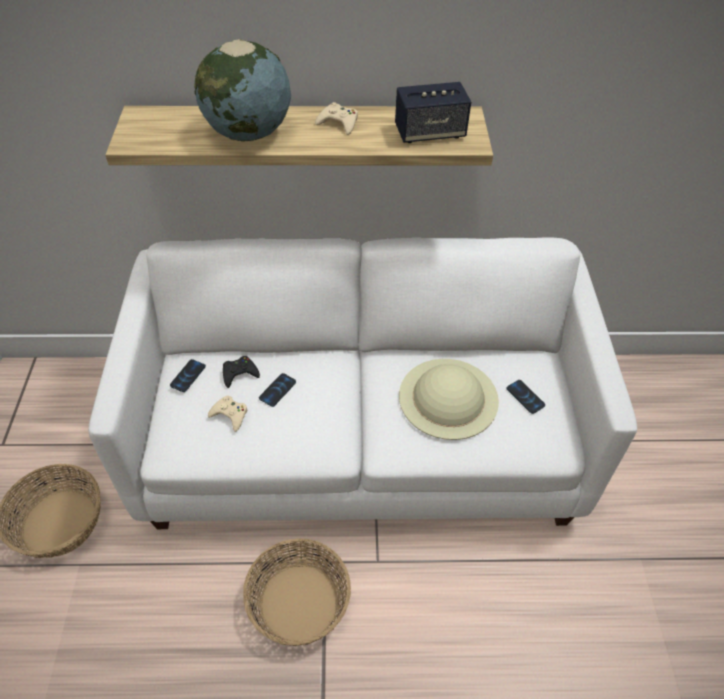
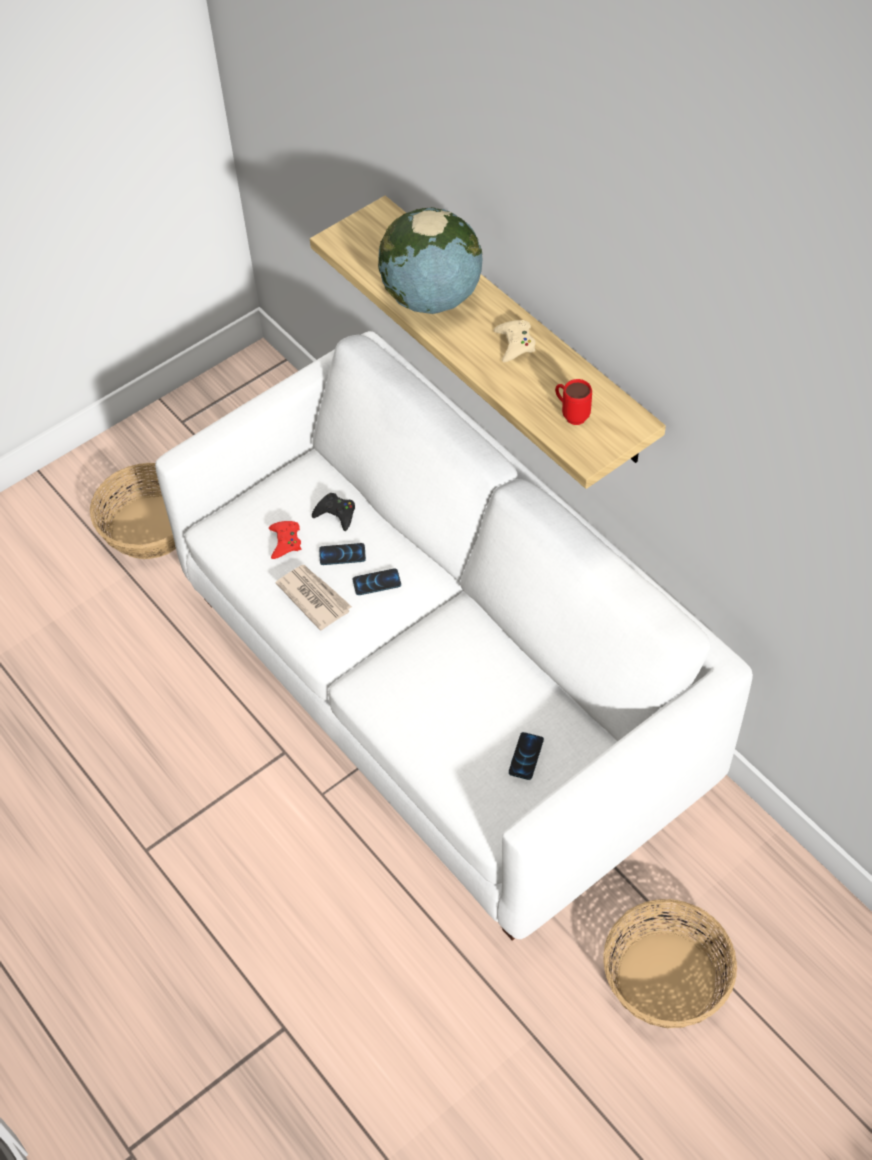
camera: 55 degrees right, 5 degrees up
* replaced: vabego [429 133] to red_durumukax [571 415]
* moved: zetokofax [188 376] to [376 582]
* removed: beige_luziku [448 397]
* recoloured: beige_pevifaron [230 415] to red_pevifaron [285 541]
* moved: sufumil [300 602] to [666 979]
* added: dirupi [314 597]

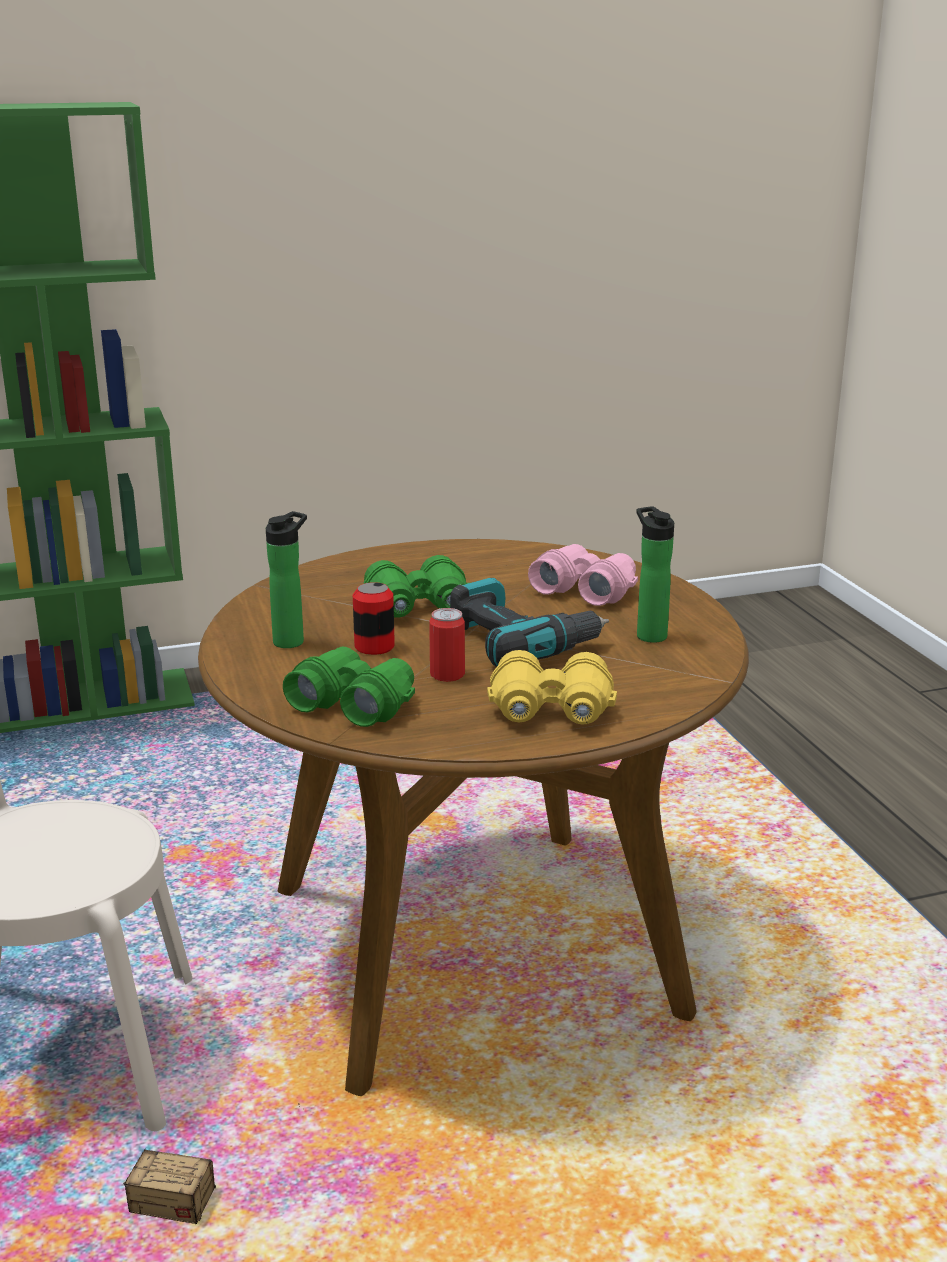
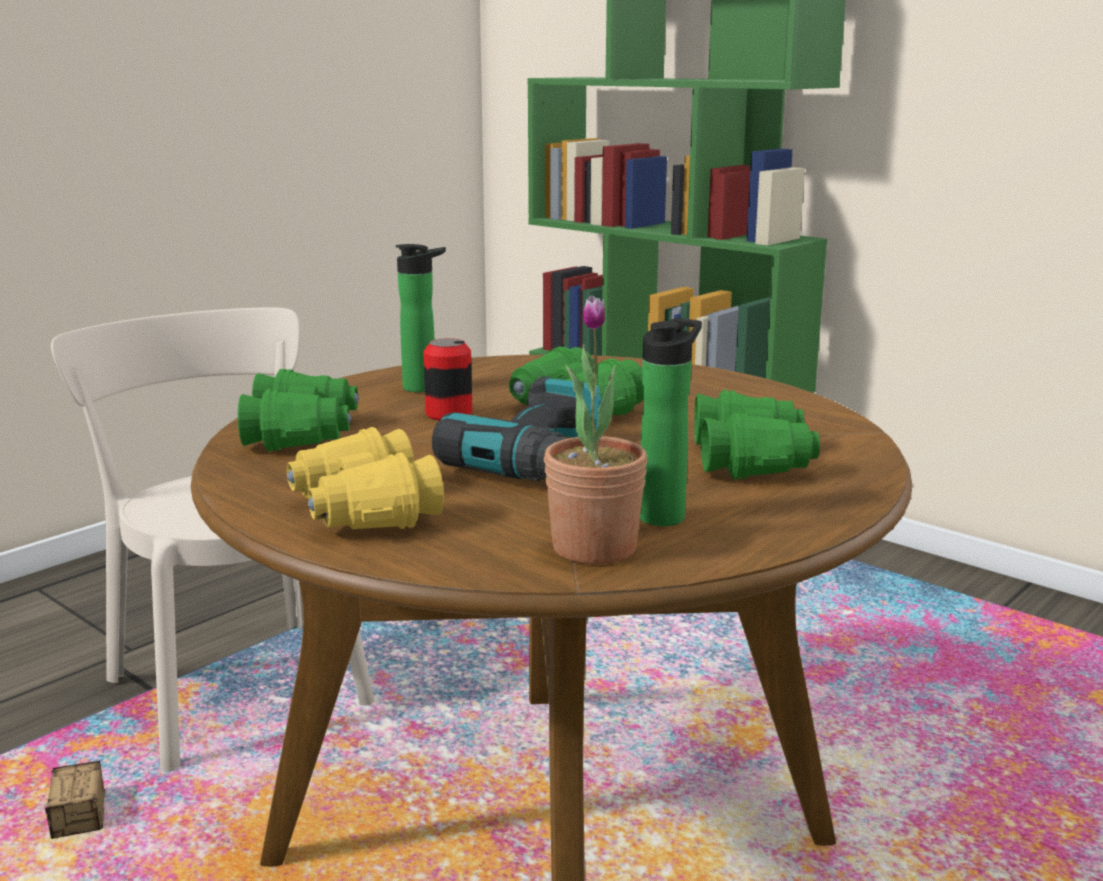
camera: 60 degrees right, 5 degrees down
* recoloured: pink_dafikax [585 590] to green_dafikax [752 460]
* removed: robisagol [447 674]
* added: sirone [594 548]

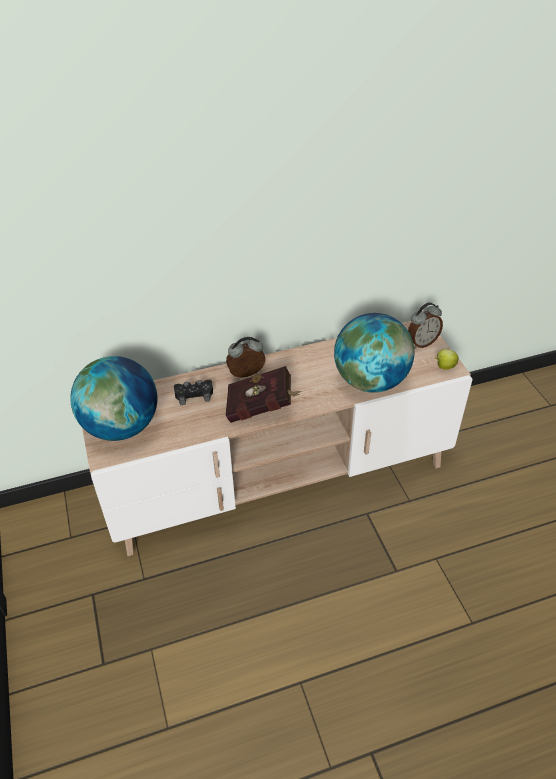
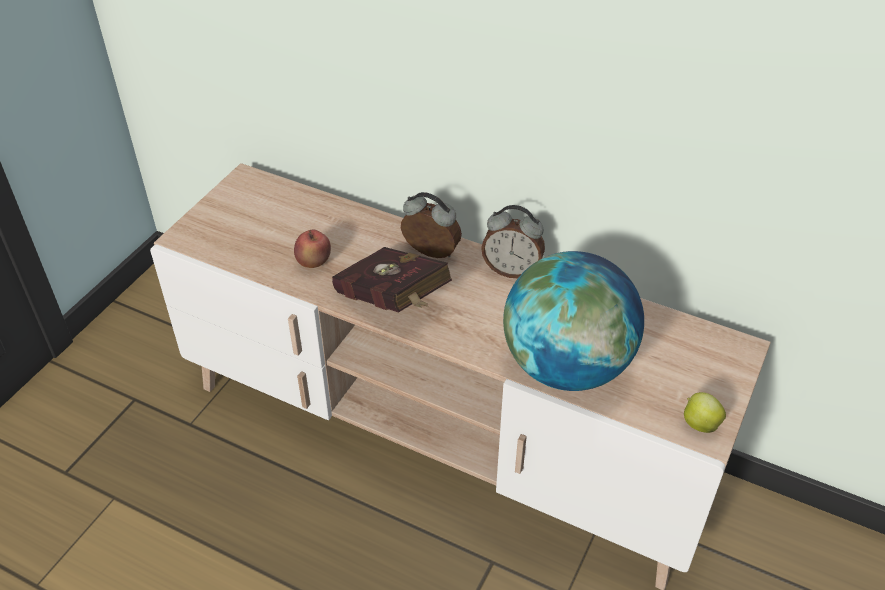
camera: 45 degrees right, 0 degrees up
* moved: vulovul [421 343] to [512 270]
* removed: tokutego [122 427]
* removed: black_pevifaron [194 394]
* added: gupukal [314 263]

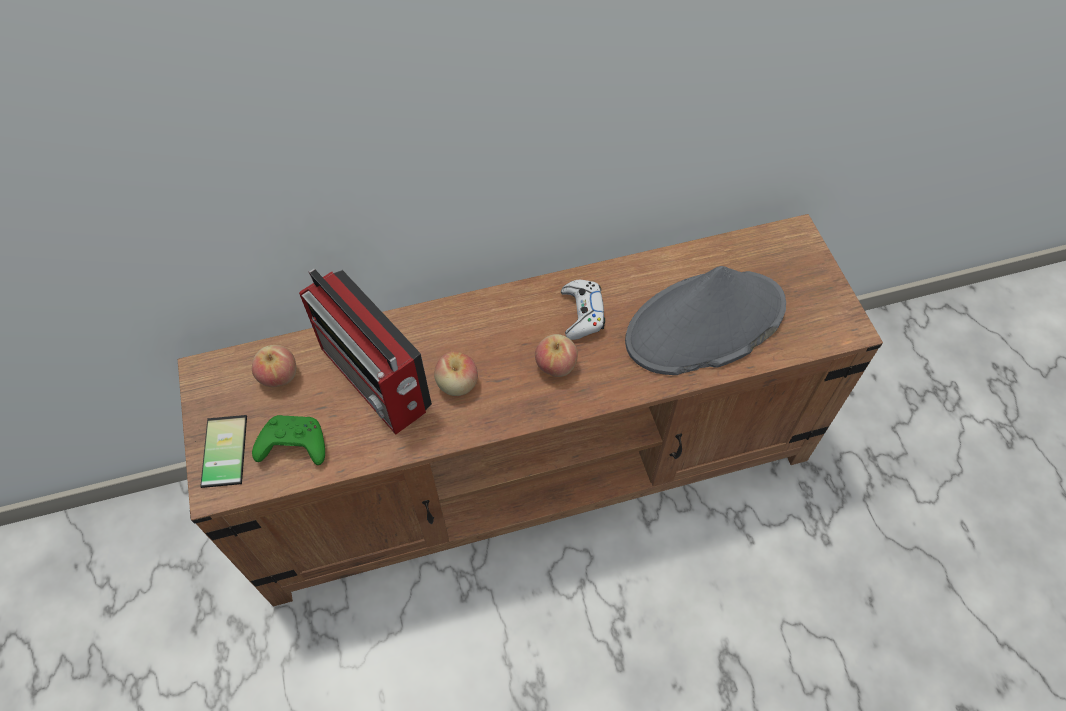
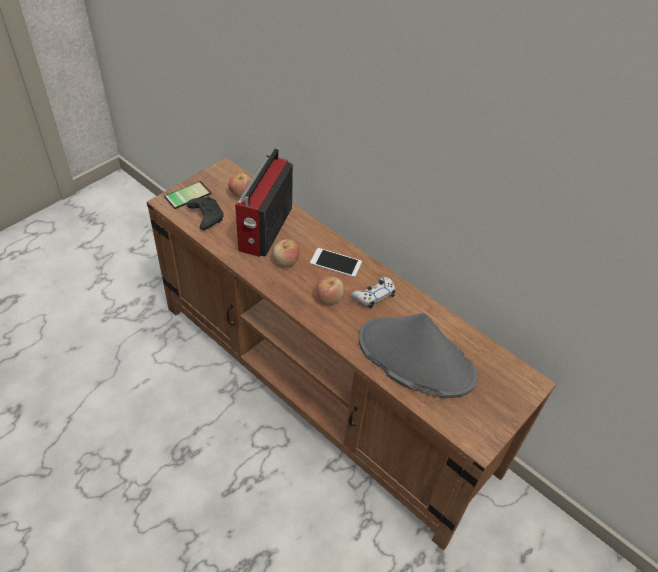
camera: 55 degrees right, 10 degrees down
* recoloured: green_pevifaron [292 446] to black_pevifaron [206 216]
* added: zetokofax [336 263]

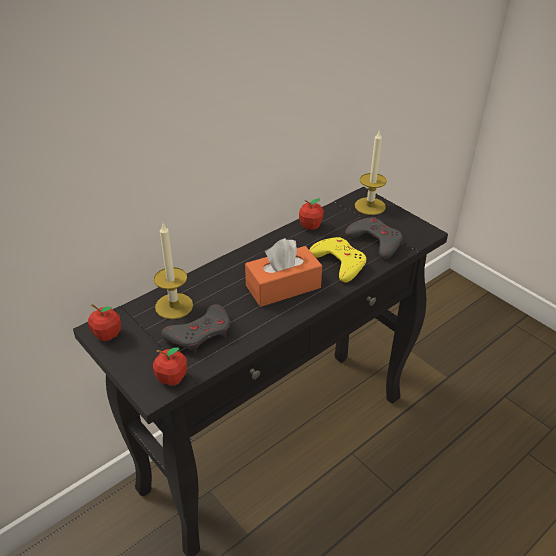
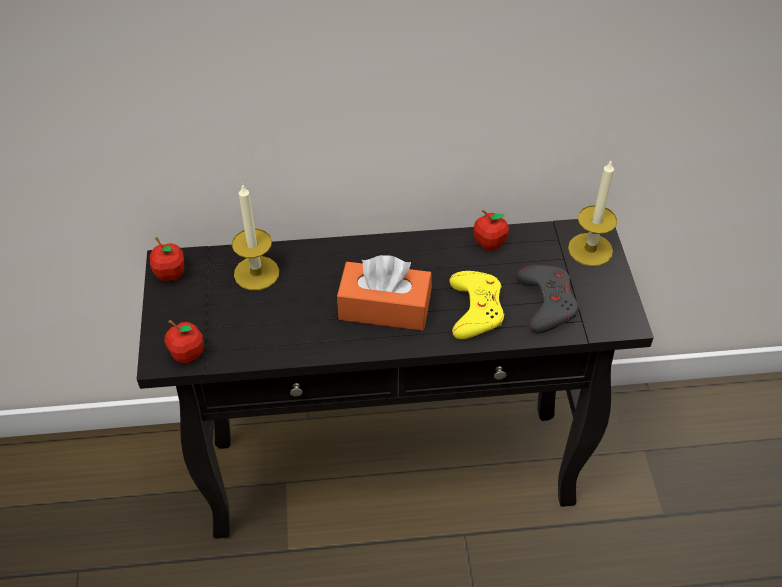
camera: 35 degrees right, 10 degrees up
* removed: grey_pevifaron [200 333]

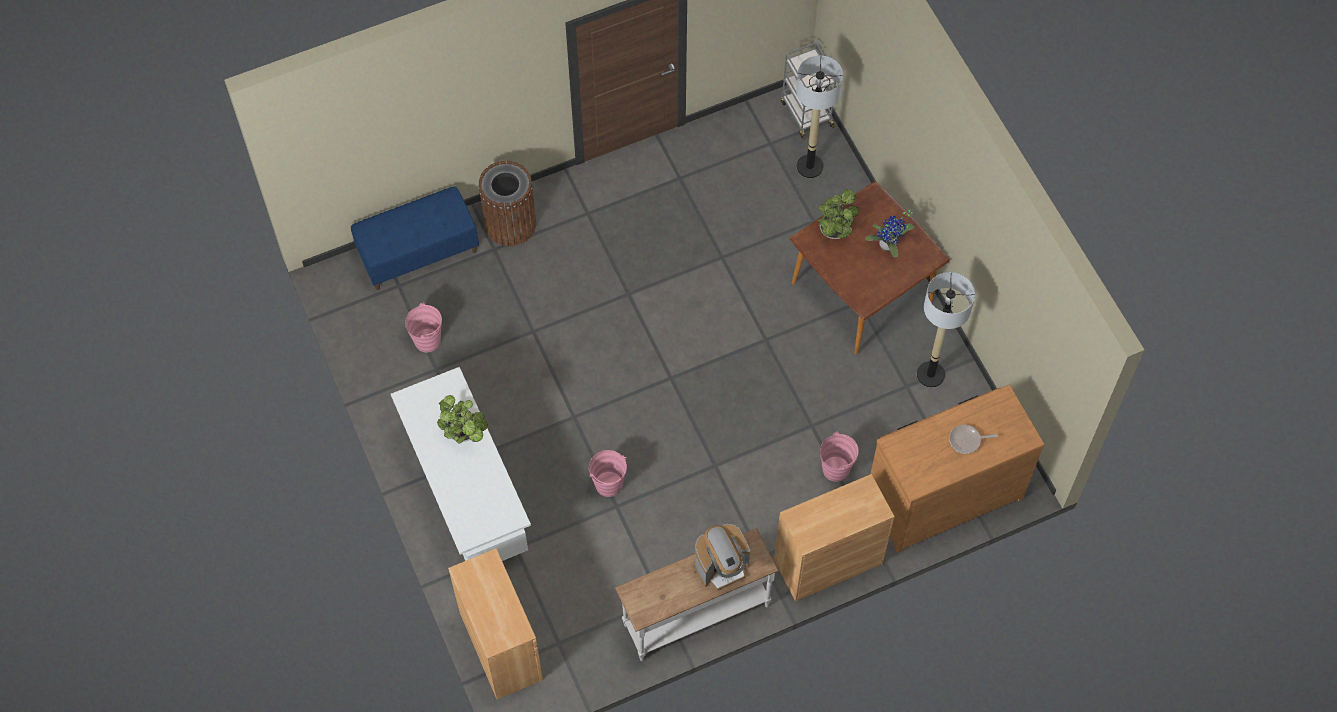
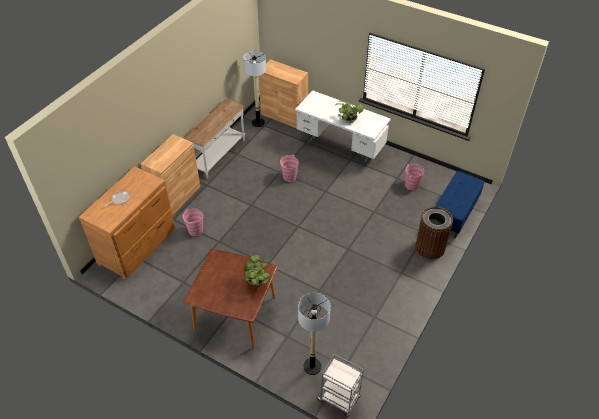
camera: 145 degrees right, 15 degrees down
* removed: sirone [889 246]
* moved: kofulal [930 375] to [258 123]
* removed: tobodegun [722 567]

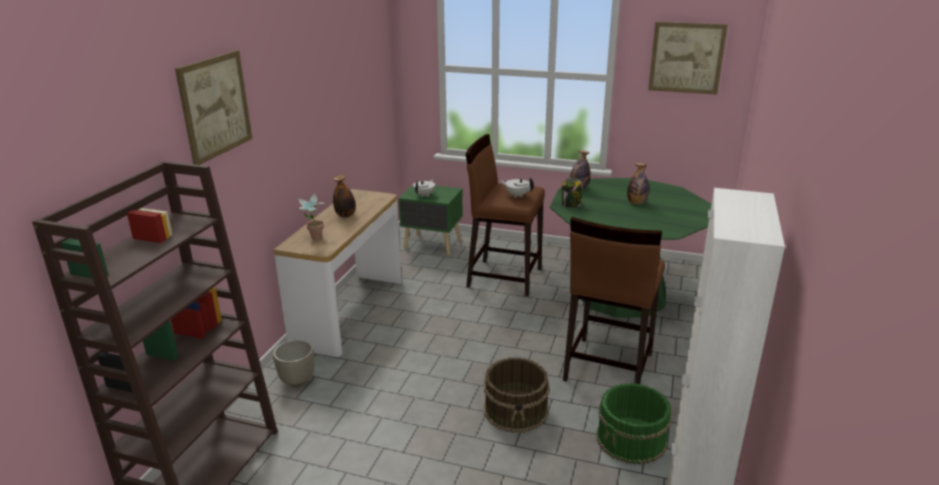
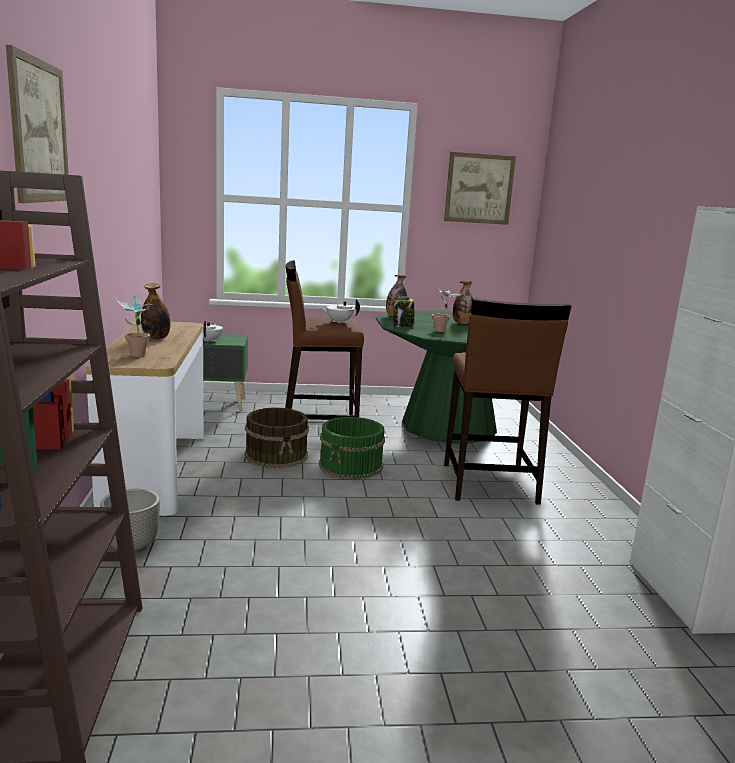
camera: 25 degrees left, 10 degrees down
* moved: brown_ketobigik [516 410] to [277 455]
* moved: green_ketobigik [632 440] to [351 465]
* added: sirone [443 331]

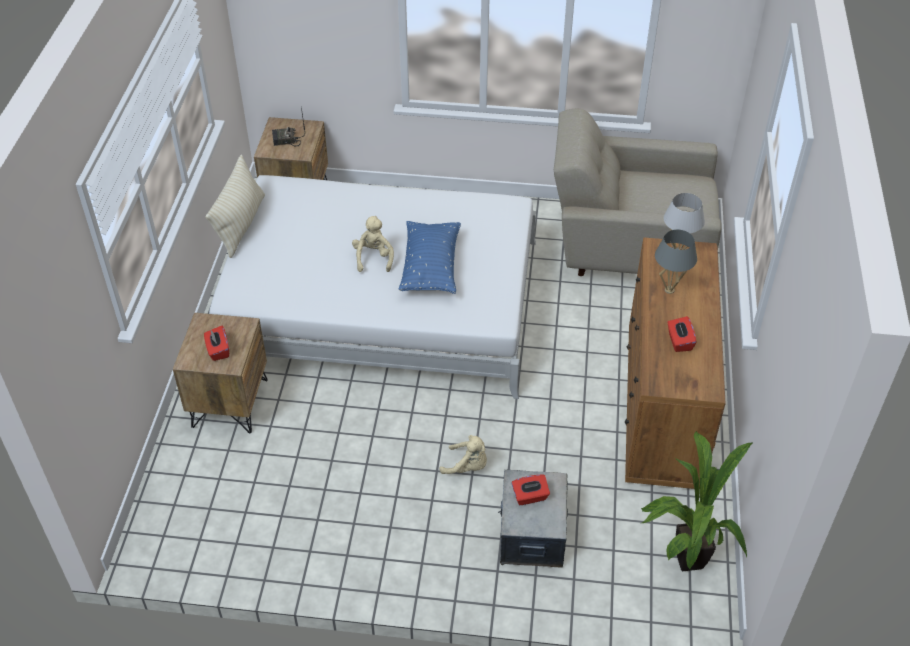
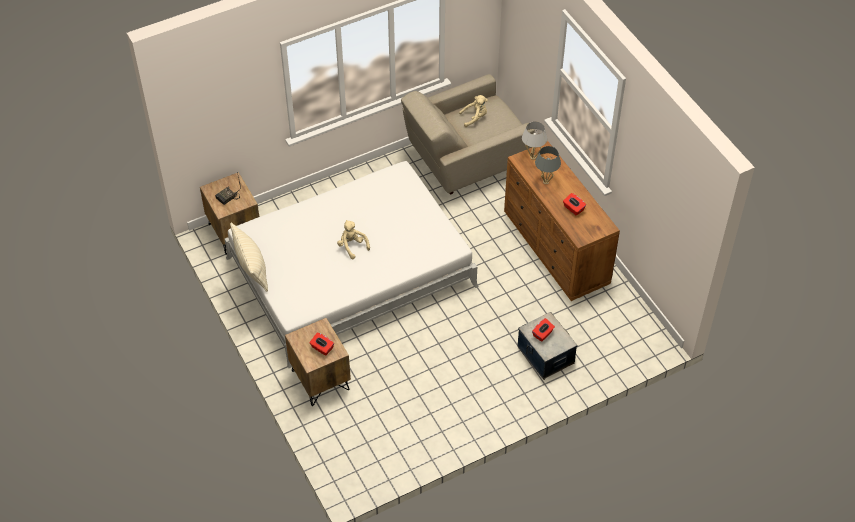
camera: 35 degrees left, 5 degrees up
* removed: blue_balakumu [430 266]
* removed: sirone [682 561]
* moved: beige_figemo [467 466] to [475 117]

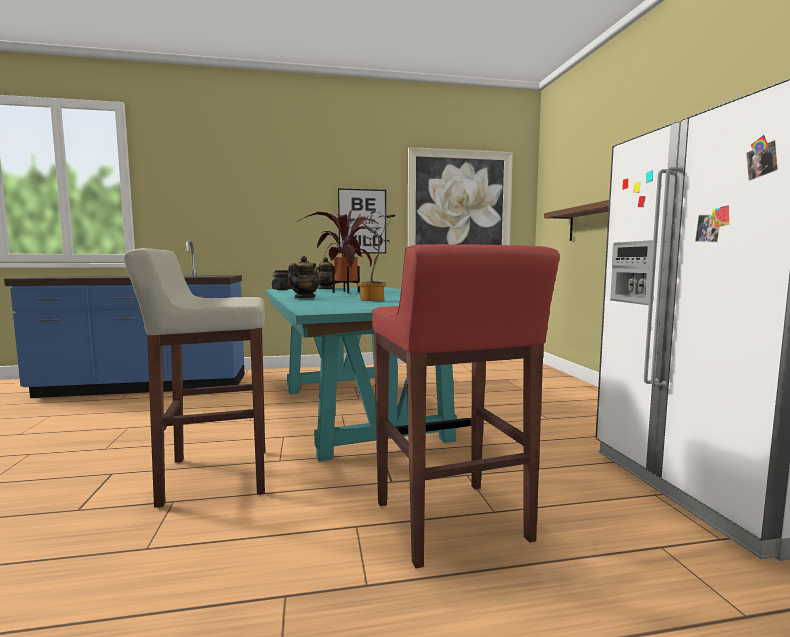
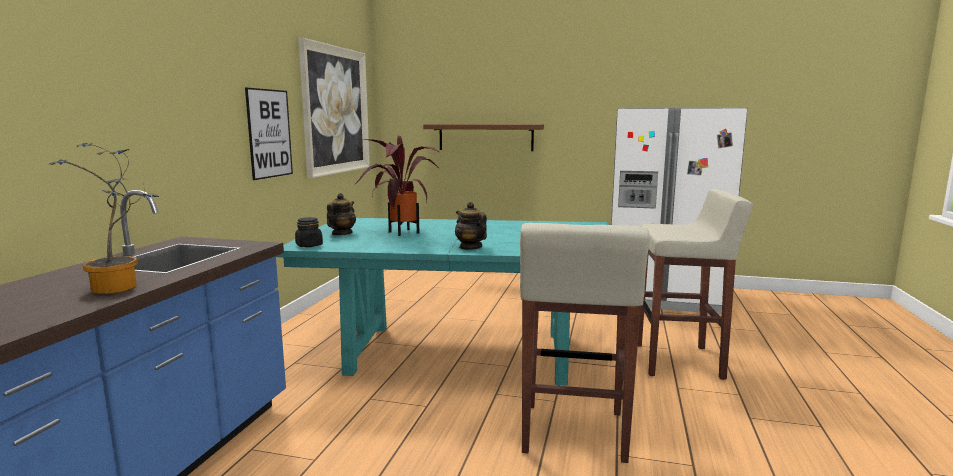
camera: 65 degrees left, 5 degrees up
* moved: sirone [373 300] to [120 288]
* recoloured: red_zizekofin [452 523] to beige_zizekofin [679 361]

